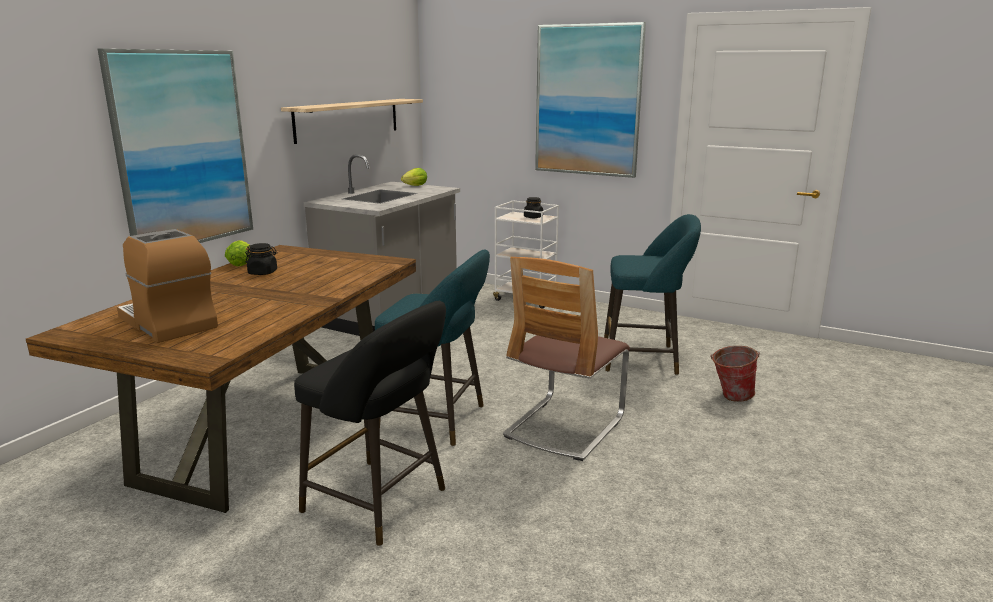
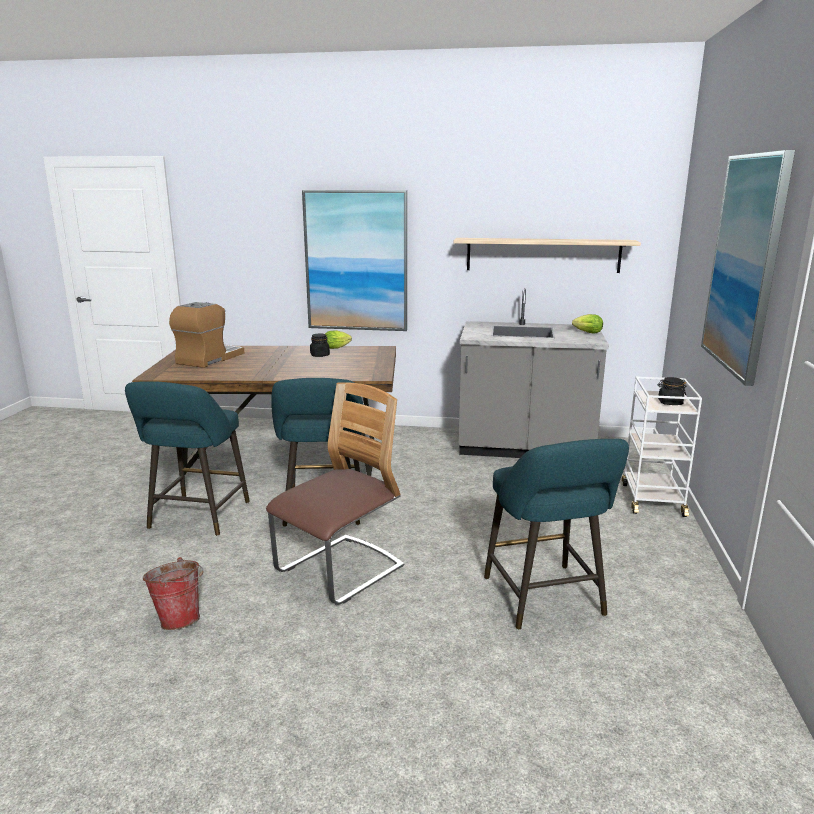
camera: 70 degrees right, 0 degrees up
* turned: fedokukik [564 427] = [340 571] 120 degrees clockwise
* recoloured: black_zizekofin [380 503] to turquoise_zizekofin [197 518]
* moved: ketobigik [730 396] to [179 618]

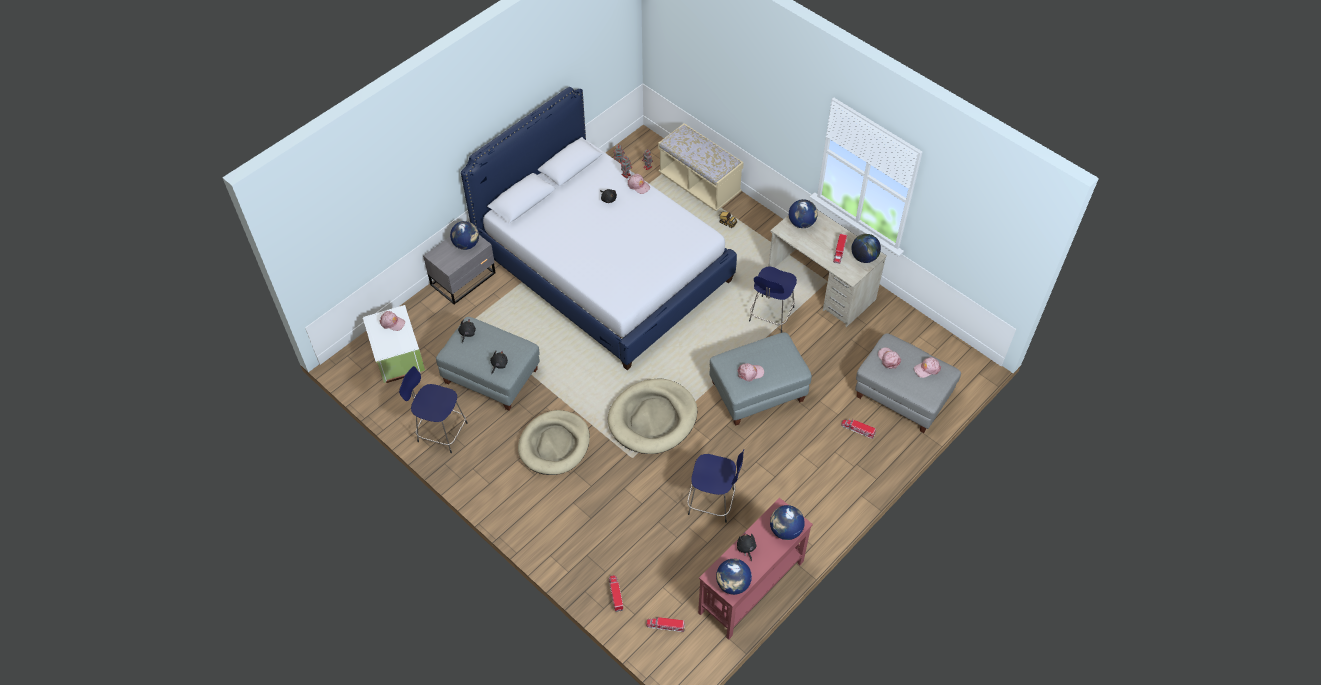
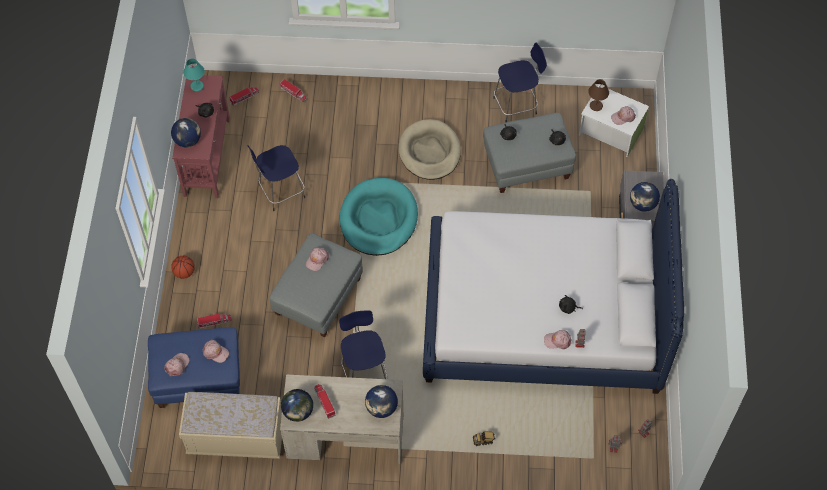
camera: 140 degrees right, 5 degrees up
* moved: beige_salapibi [699 184] to [236 438]
* recoloured: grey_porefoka [902 396] to blue_porefoka [198 378]
* recoloured: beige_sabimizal [652 418] to turquoise_sabimizal [378 219]
* replaced: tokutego [733 584] to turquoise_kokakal [196 86]
* added: brown_kokakal [596 106]
* added: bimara [184 272]

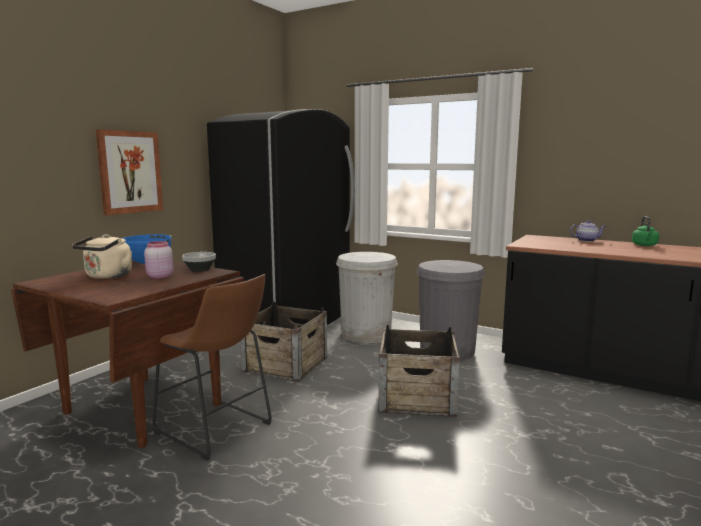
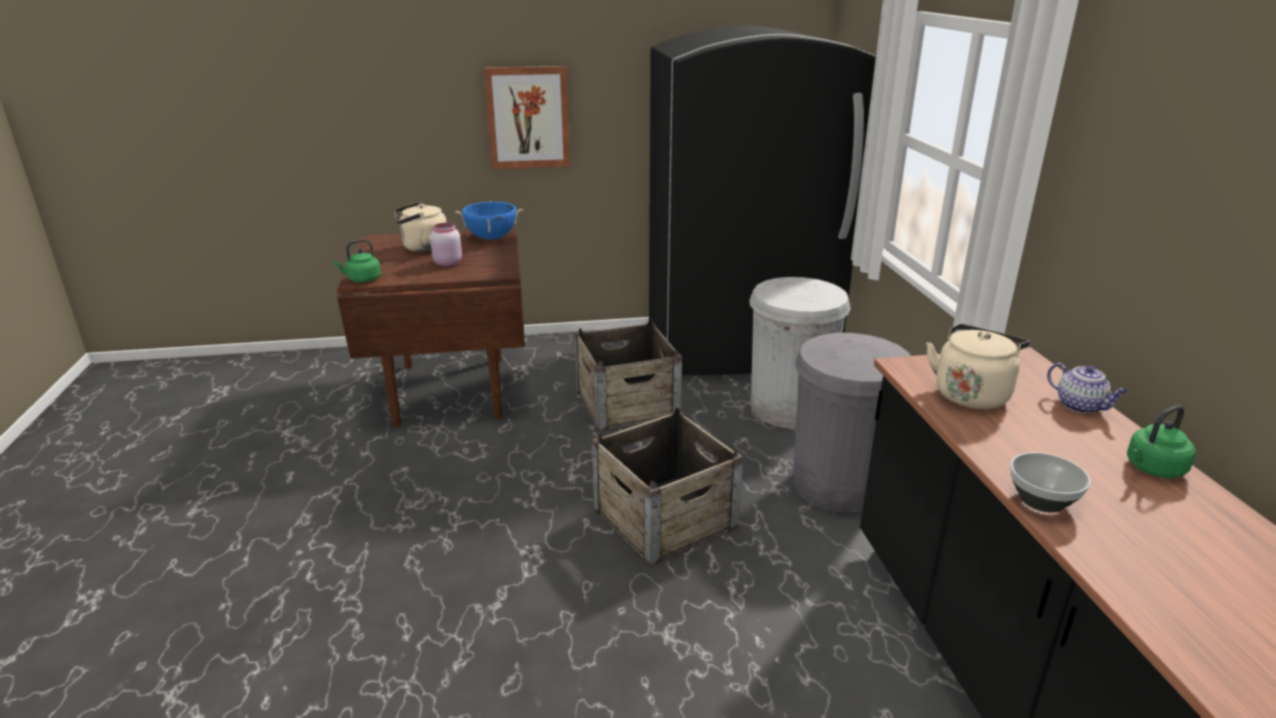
camera: 50 degrees right, 15 degrees up
* moved: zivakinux [200 270] to [1042 501]
* removed: brown_zizekofin [217 430]
* added: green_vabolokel [362 280]
* added: beige_vabolokel [972 394]

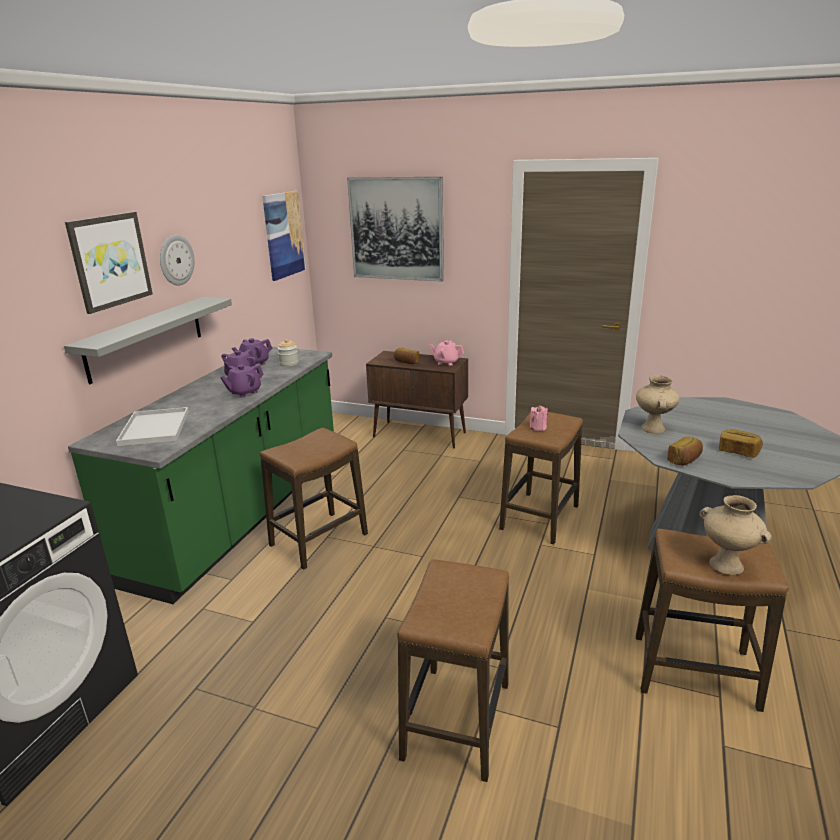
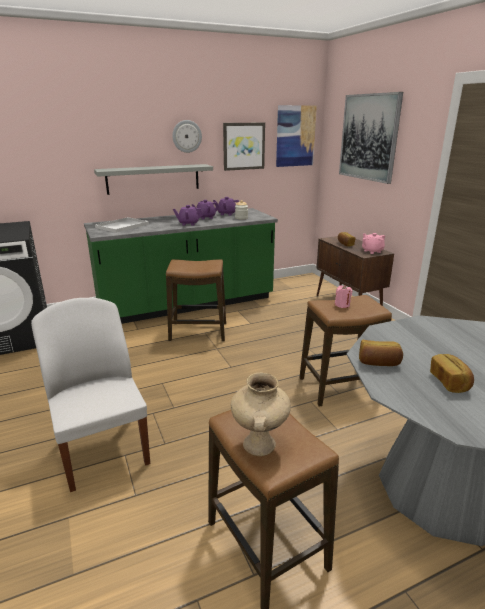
camera: 45 degrees right, 0 degrees up
* moved: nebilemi [110 261] to [243 146]
* removed: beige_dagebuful [653 429]
* replaced: zizekofin [456 720] to white_fedokukik [103 449]

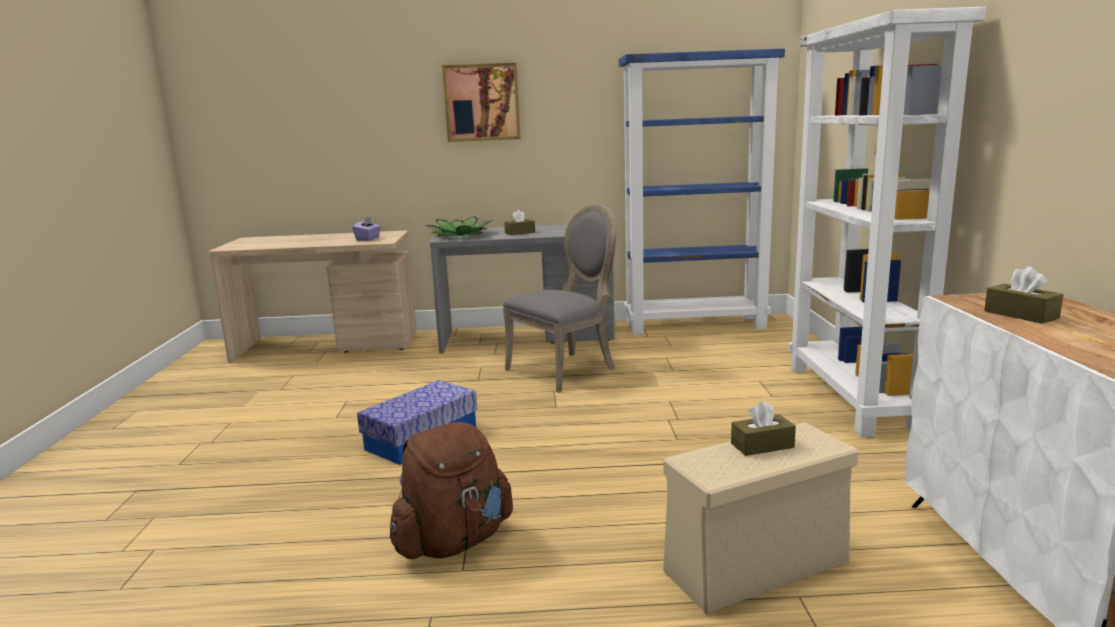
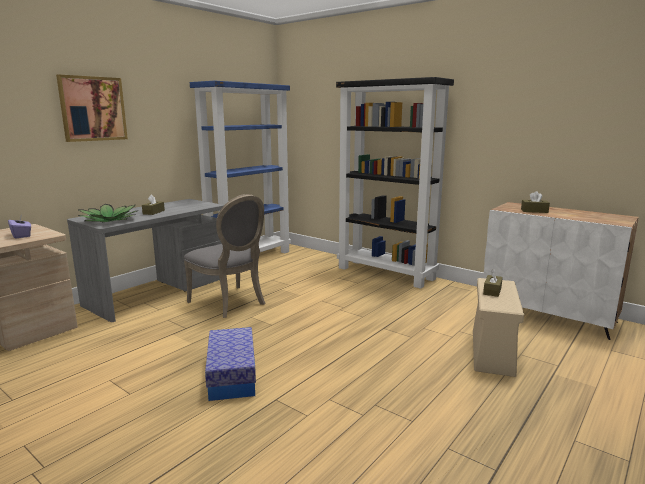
camera: 50 degrees left, 0 degrees up
* recoloured: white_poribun [853 397] to black_poribun [386 273]
* turned: grey_fedokukik [566 369] = [230 303] 135 degrees clockwise
* removed: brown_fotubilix [454 541]

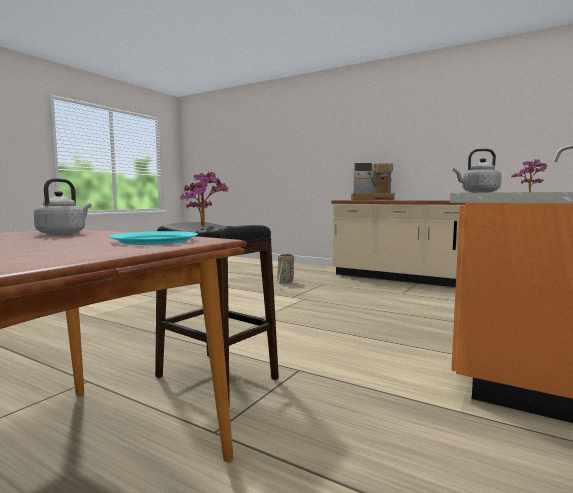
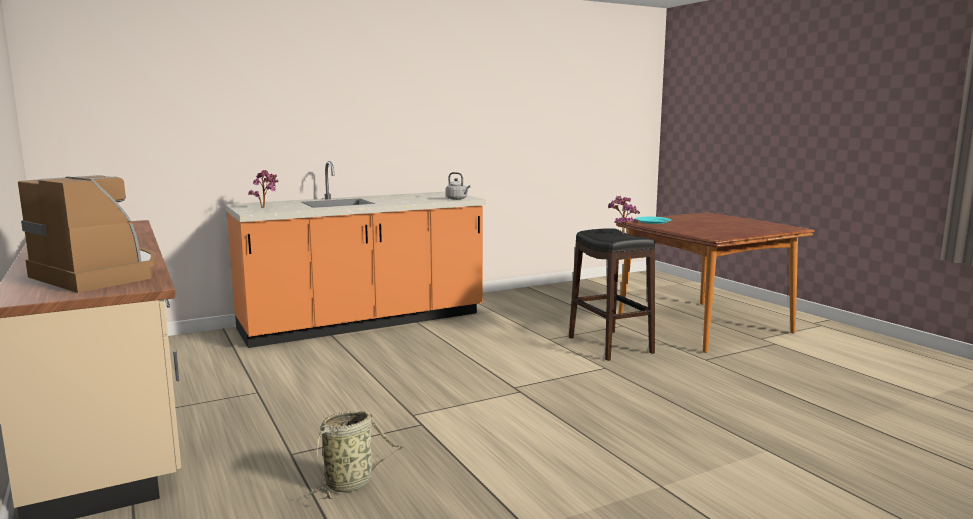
camera: 150 degrees left, 5 degrees up
* removed: grey_vabolokel [64 233]

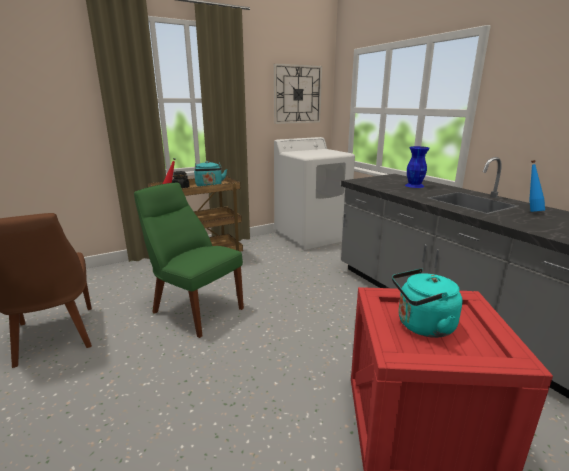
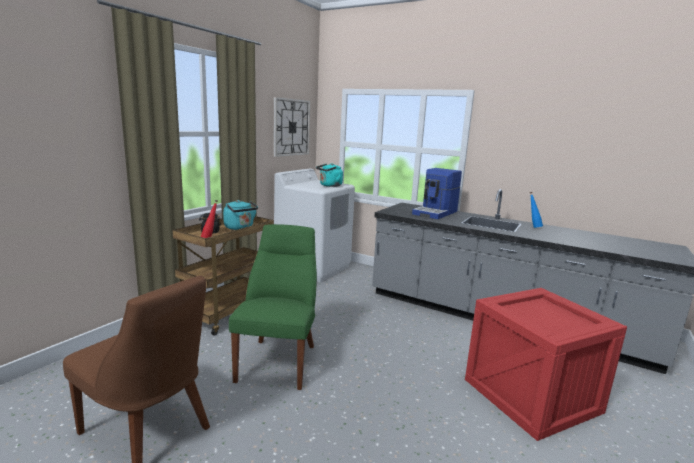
camera: 30 degrees left, 5 degrees down
* replaced: blue_dagebuful [414 185] to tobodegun [436 213]
* turned: green_fedokukik [195 309] = [279 360] 90 degrees clockwise
* moved: turquoise_vabolokel [422 326] to [329 185]

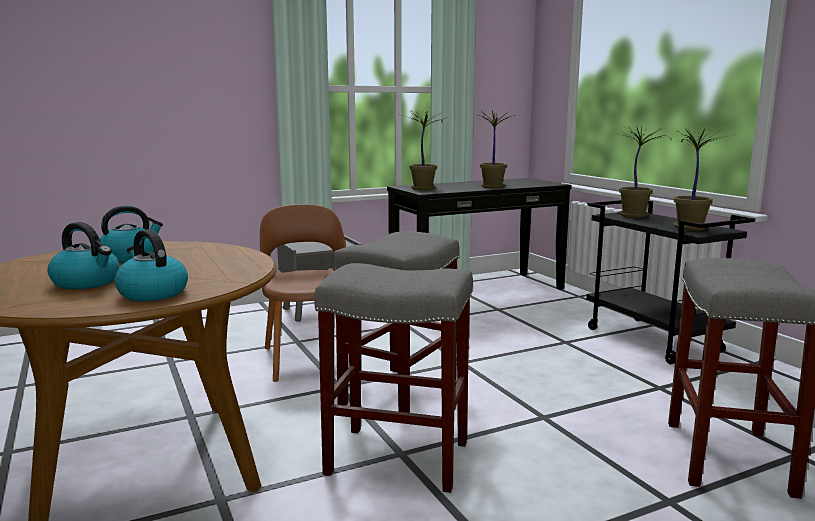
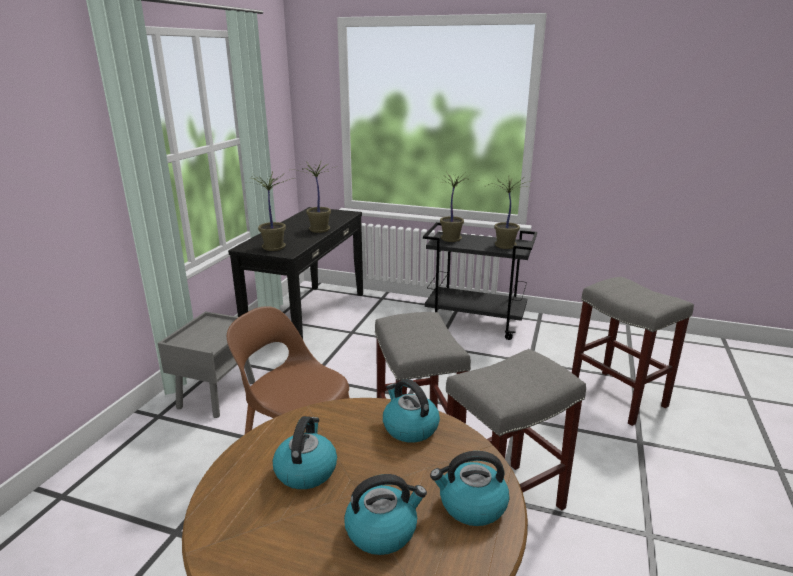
camera: 45 degrees left, 10 degrees up
* added: vabolokel [409 427]

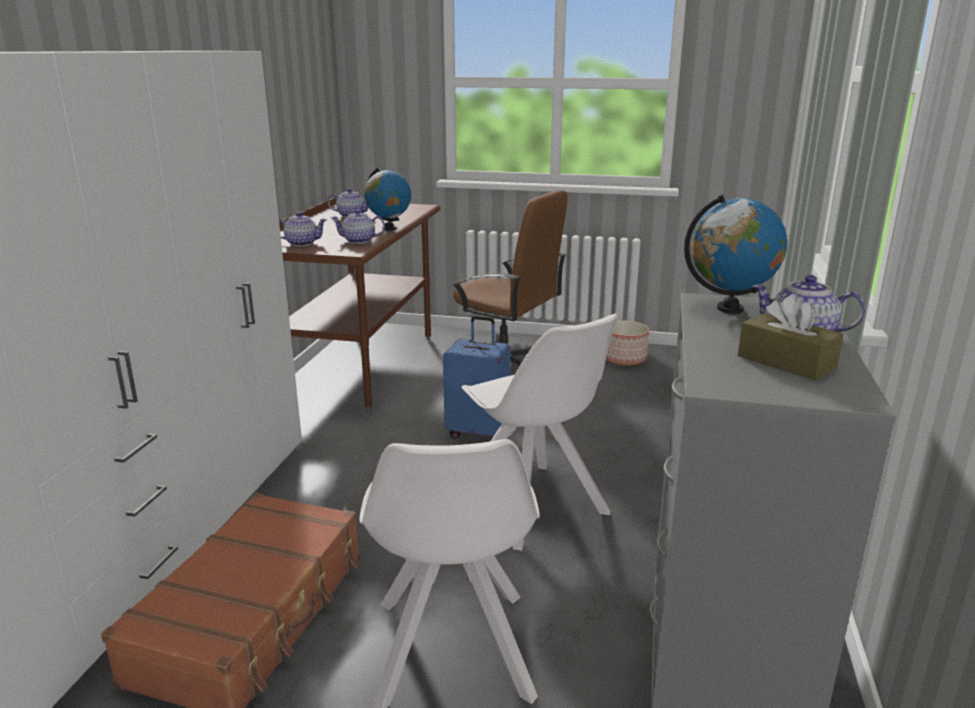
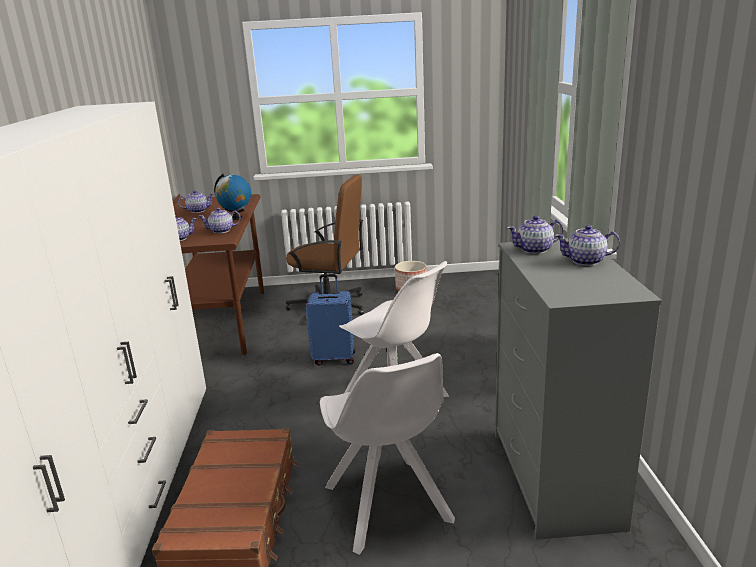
camera: 15 degrees left, 0 degrees up
* replaced: tokutego [729 309] to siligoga [535 250]
* removed: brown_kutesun [786 362]

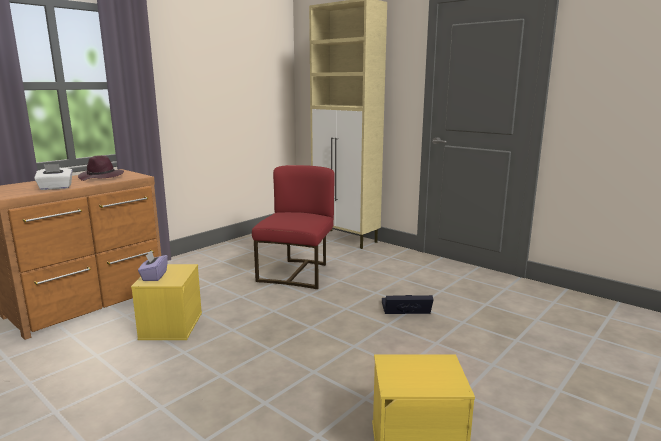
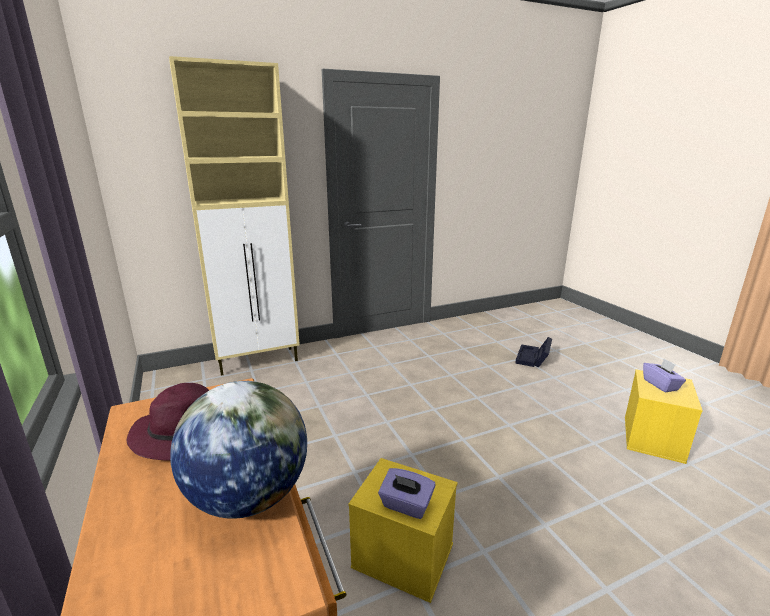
camera: 65 degrees left, 5 degrees up
* replaced: white_kutesun [55 188] to tokutego [248 497]
* removed: red_fedokukik [297 273]
* moved: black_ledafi [404 310] to [533 358]
* added: purple_kutesun [661 385]

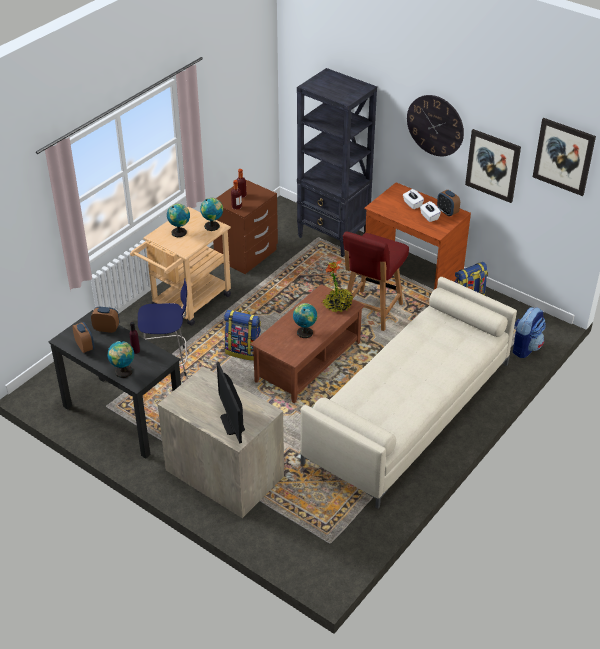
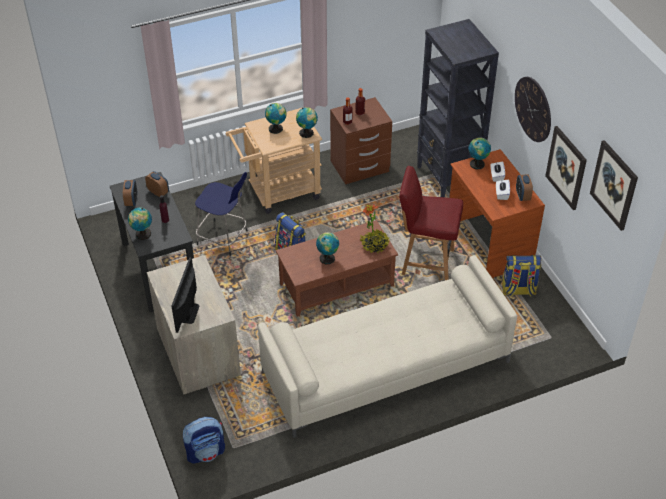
camera: 30 degrees right, 5 degrees up
* turned: red_fedokukik [371 311] = [426 261] 45 degrees clockwise
* moved: fotubilix [525 347] to [206 452]
* added: tokutego [477 163]

